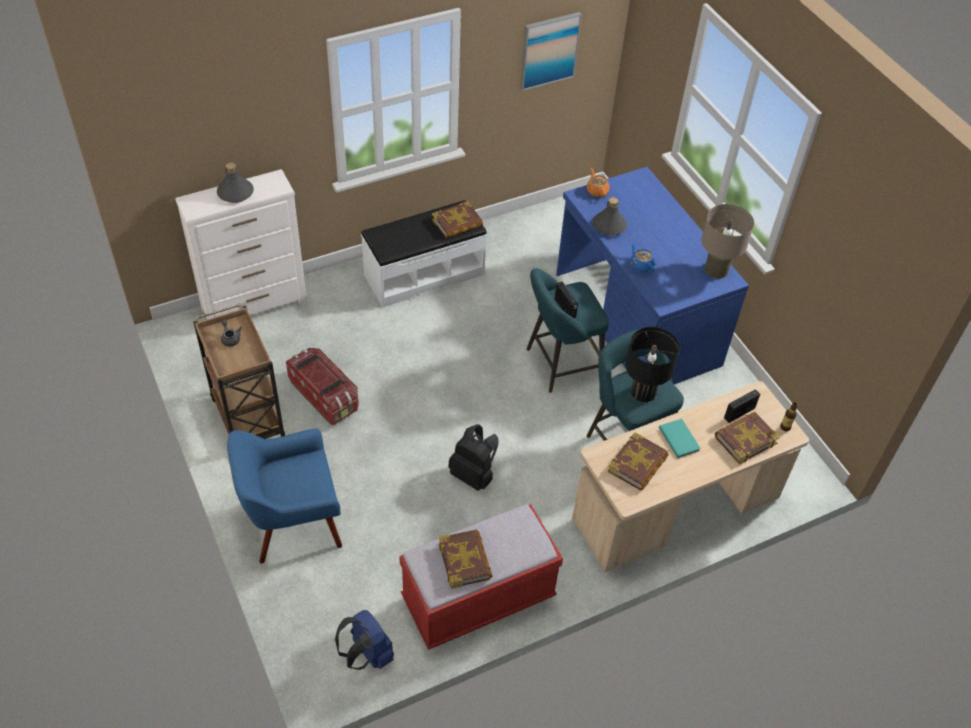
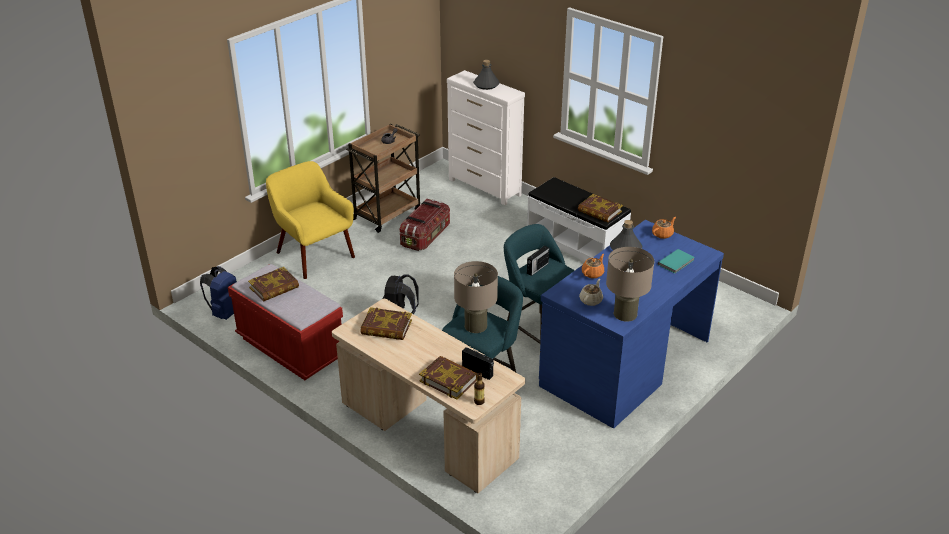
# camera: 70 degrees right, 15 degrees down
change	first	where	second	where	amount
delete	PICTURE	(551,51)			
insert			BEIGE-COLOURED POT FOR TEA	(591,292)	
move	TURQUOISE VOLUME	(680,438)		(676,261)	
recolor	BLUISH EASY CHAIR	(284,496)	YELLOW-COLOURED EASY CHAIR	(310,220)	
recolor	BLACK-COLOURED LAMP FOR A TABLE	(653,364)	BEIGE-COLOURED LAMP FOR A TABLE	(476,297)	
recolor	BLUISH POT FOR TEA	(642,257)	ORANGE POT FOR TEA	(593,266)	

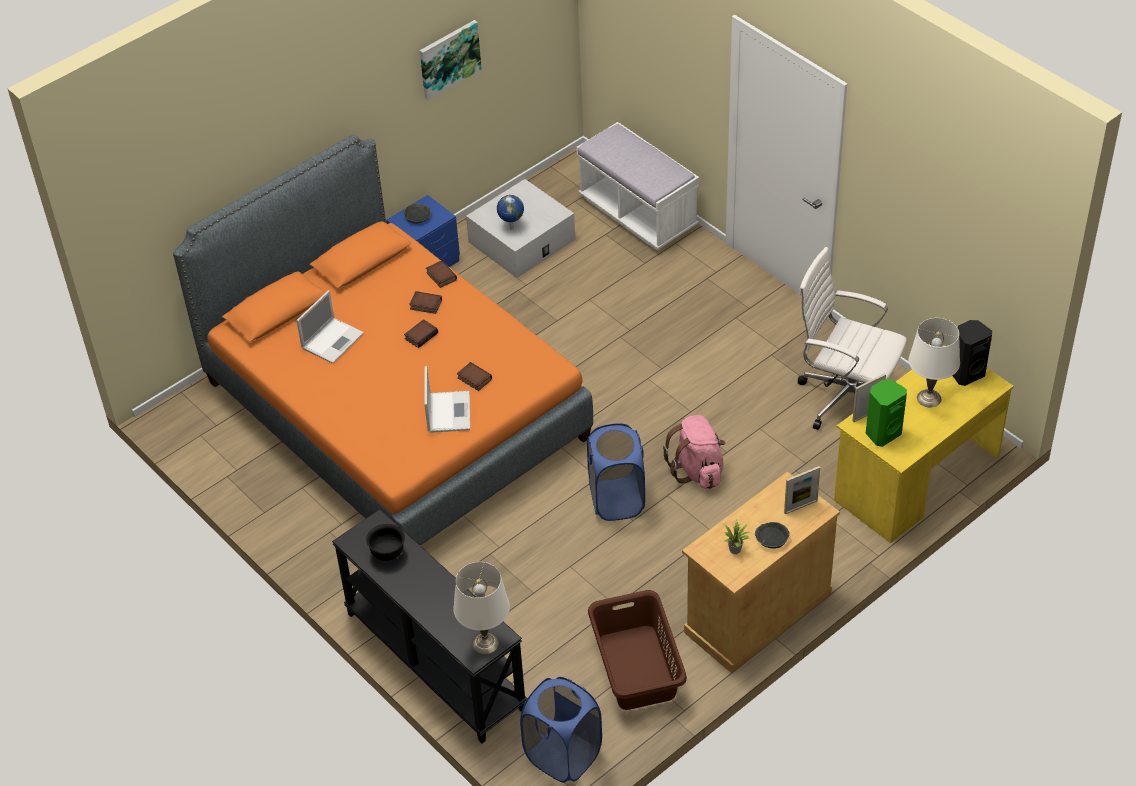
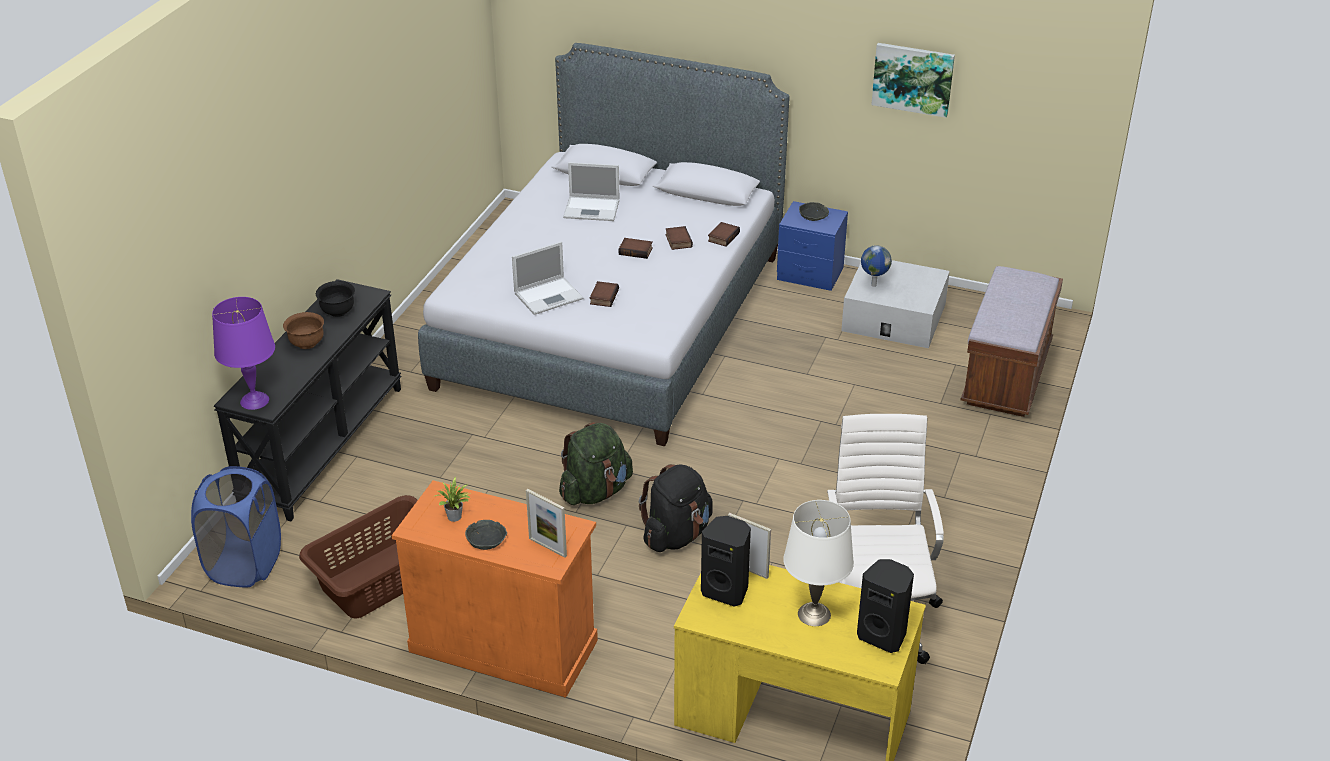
# camera: 60 degrees right, 10 degrees down
change	first	where	second	where	amount
insert			BROWN BOWL	(303,330)	
replace	BLUISH LAUNDRY BASKET	(616,472)	GREENISH KNAPSACK	(596,463)	
recolor	ORANGE BED	(383,340)	GRAY BED	(604,244)	
recolor	WHITE-COLOURED LAMP FOR A TABLE	(481,608)	PURPLE LAMP FOR A TABLE	(243,353)	
recolor	WHITE-COLOURED INDOOR BENCH	(637,186)	BROWN INDOOR BENCH	(1012,341)	
recolor	PINKISH KNAPSACK	(694,452)	BLACK-COLOURED KNAPSACK	(676,508)	
recolor	BEIGE-COLOURED CUPBOARD	(761,572)	ORANGE CUPBOARD	(495,589)	
recolor	GREENISH LOUDSPEAKER	(886,413)	BLACK-COLOURED LOUDSPEAKER	(726,561)	

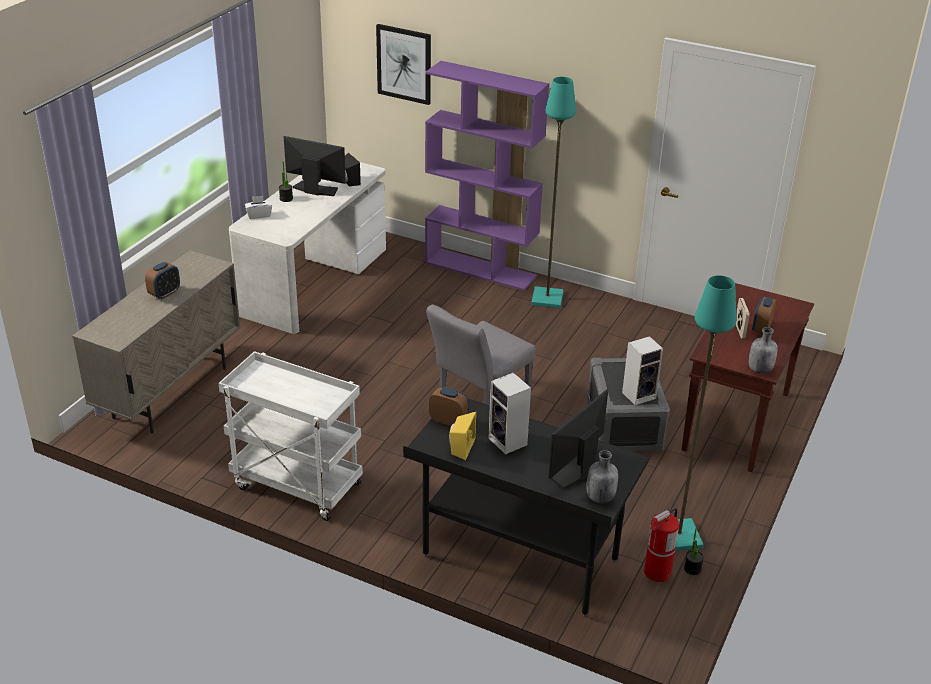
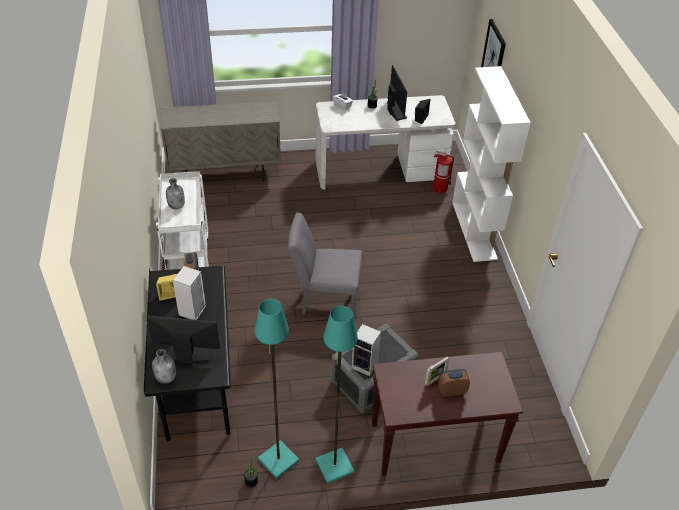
# camera: 55 degrees right, 10 degrees up
change	first	where	second	where	amount
delete	ALARM CLOCK	(162,280)			
move	TURQUOISE STANDARD LAMP	(553,192)		(337,395)	
move	FIRE EXTINGUISHER	(661,545)		(443,171)	
move	GRAY BOTTLE	(763,350)		(175,193)	
recolor	PURPLE BOOKSHELF	(487,176)	WHITE-COLOURED BOOKSHELF	(491,164)	

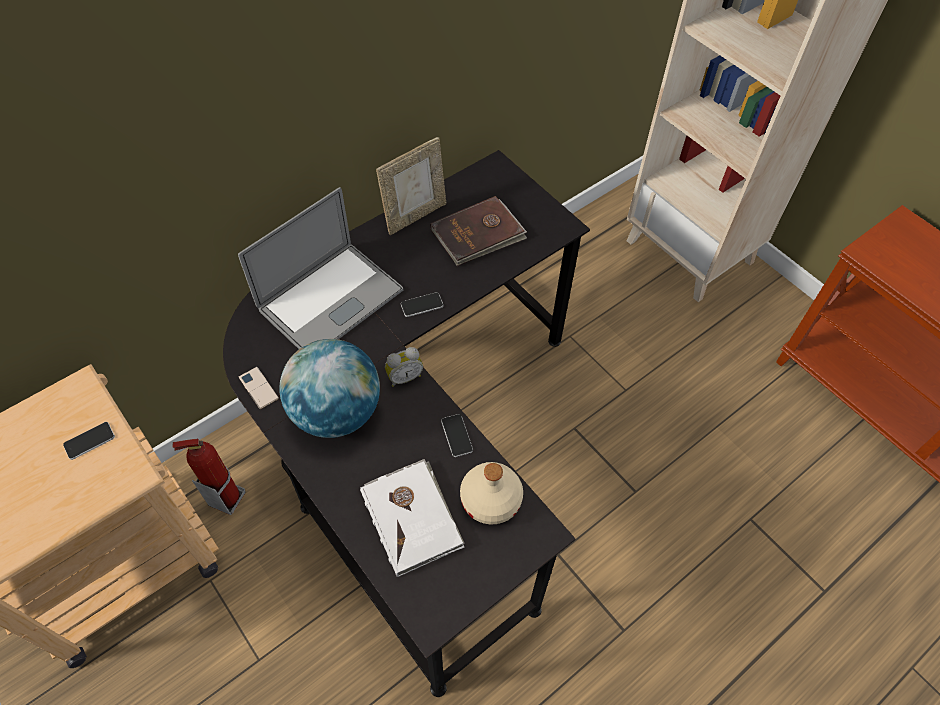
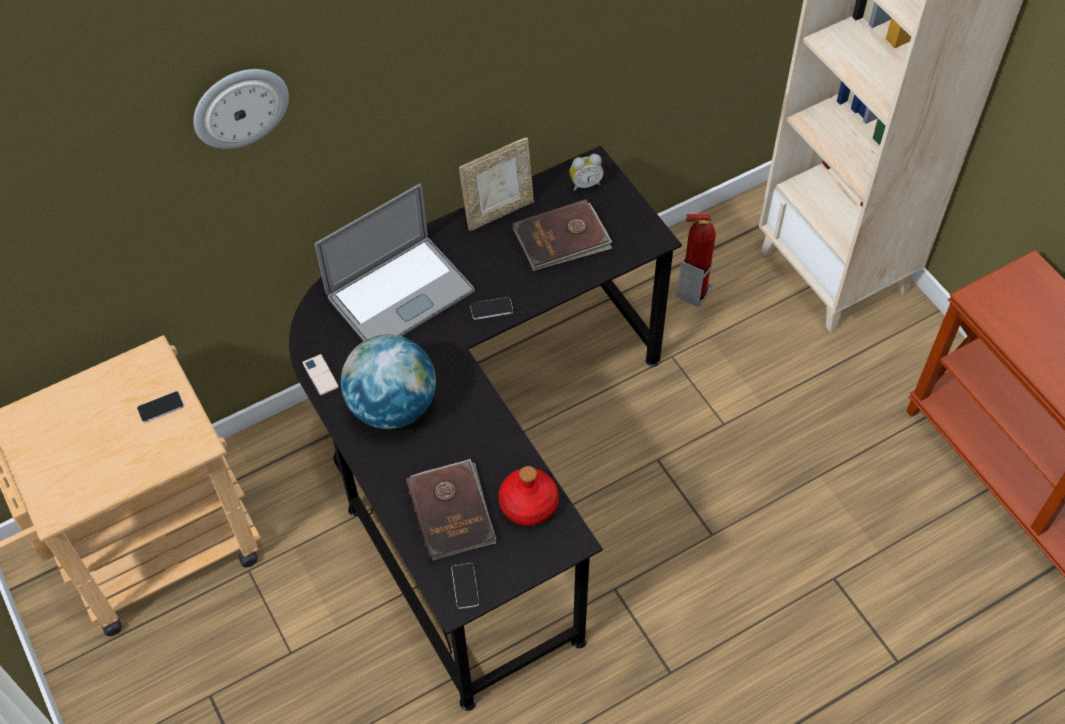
# camera: 10 degrees right, 0 degrees up
change	first	where	second	where	amount
insert			CLOCK ON THE WALL	(241,109)	
move	FIRE EXTINGUISHER	(209,477)		(696,260)	
move	ALARM CLOCK	(404,367)		(587,172)	
move	TELEPHONE	(457,435)		(465,586)	
recolor	WHITE-COLOURED VOLUME	(412,518)	BROWN VOLUME	(451,510)	
recolor	BEIGE-COLOURED BOTTLE	(491,493)	REDDISH BOTTLE	(528,496)	

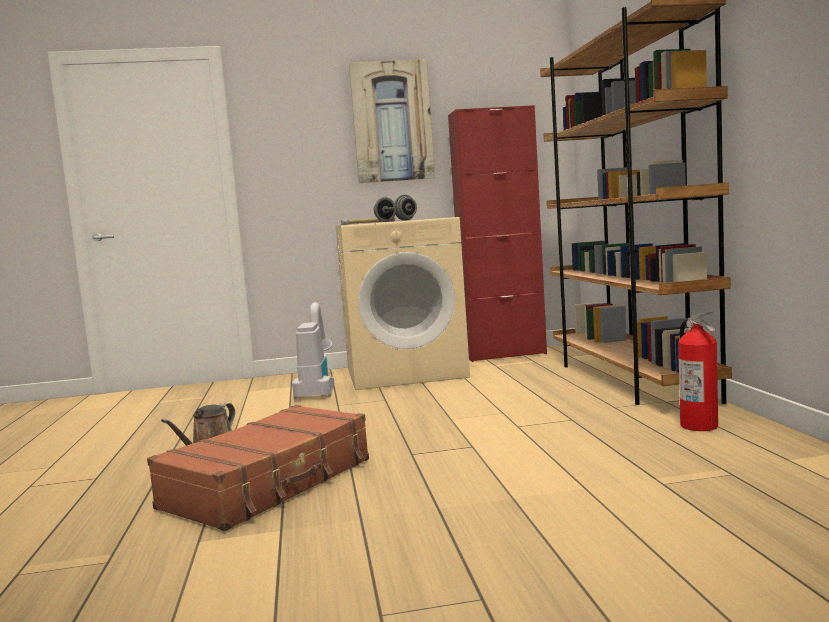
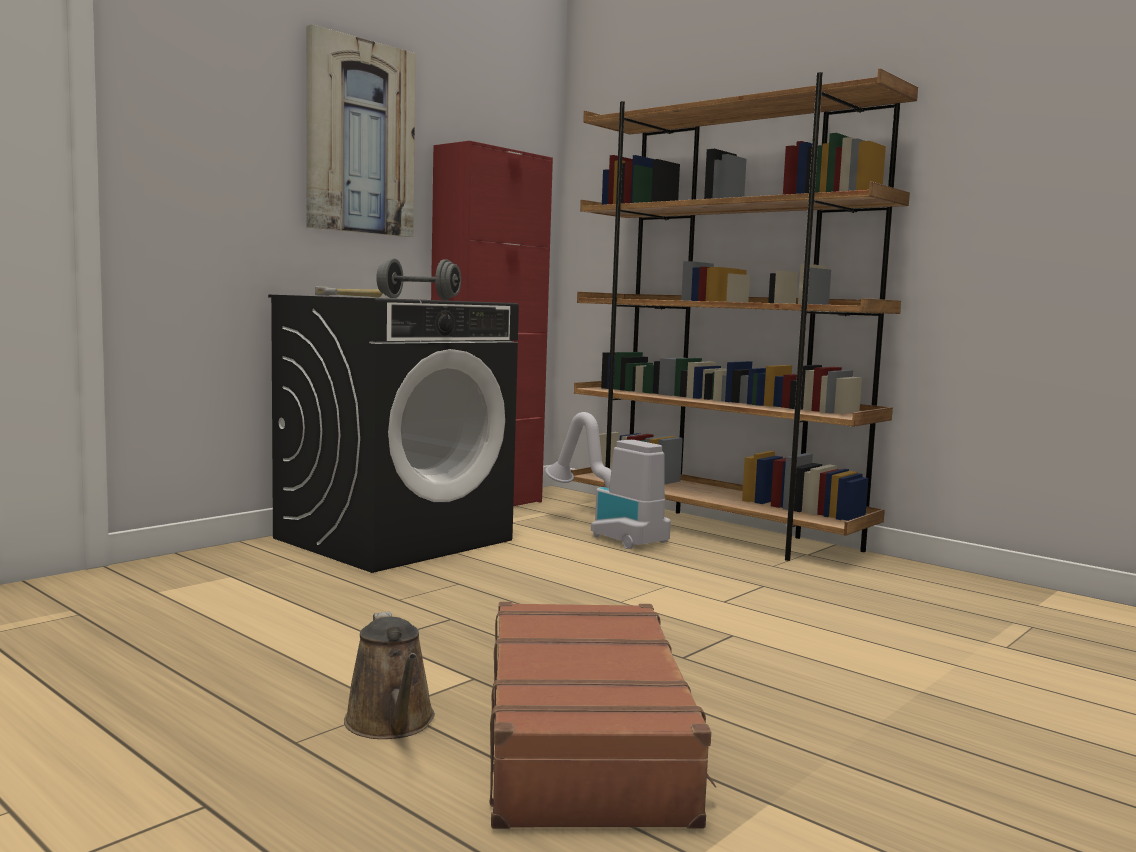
# camera: 40 degrees left, 0 degrees up
change	first	where	second	where	amount
delete	FIRE EXTINGUISHER	(698,371)			
move	VACUUM	(313,350)		(608,480)	
recolor	BEIGE-COLOURED LAUNDRY APPLIANCE	(402,303)	BLACK-COLOURED LAUNDRY APPLIANCE	(393,434)	

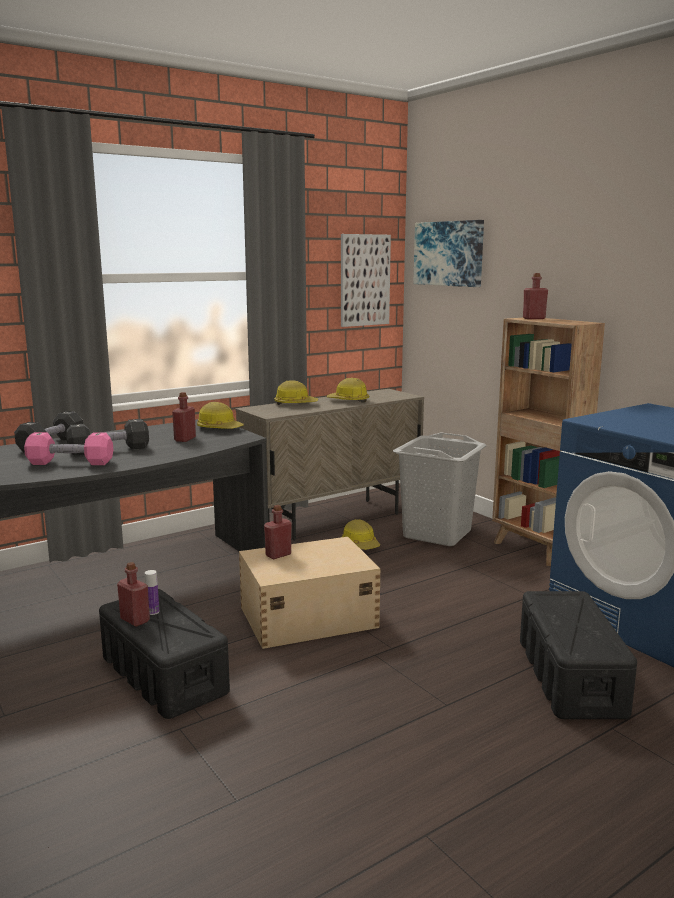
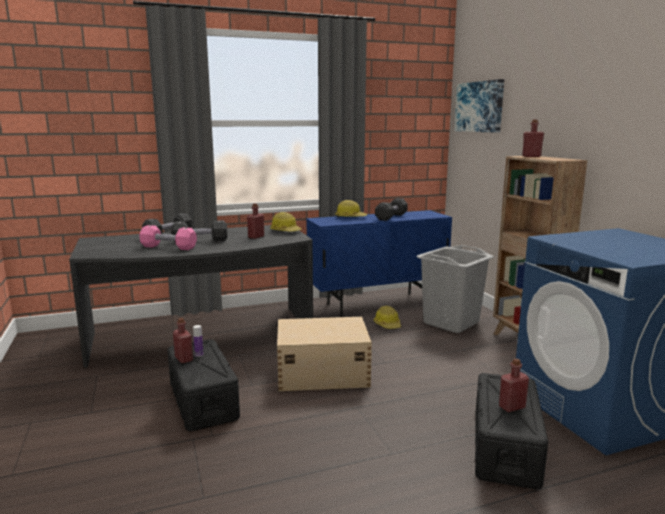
# camera: 15 degrees right, 0 degrees up
change	first	where	second	where	amount
delete	PICTURE	(366,280)			
move	REDDISH BOTTLE	(277,532)		(514,385)	
replace	SAFETY HELMET	(347,390)	BLACK-COLOURED FREE WEIGHT	(391,209)	
recolor	BEIGE-COLOURED CUPBOARD	(330,464)	BLUISH CUPBOARD	(379,263)	

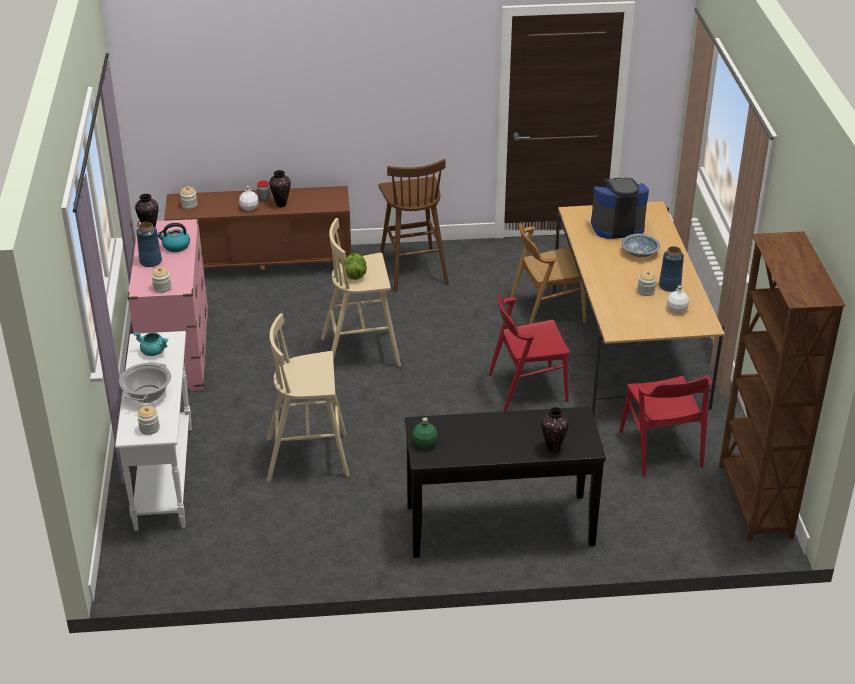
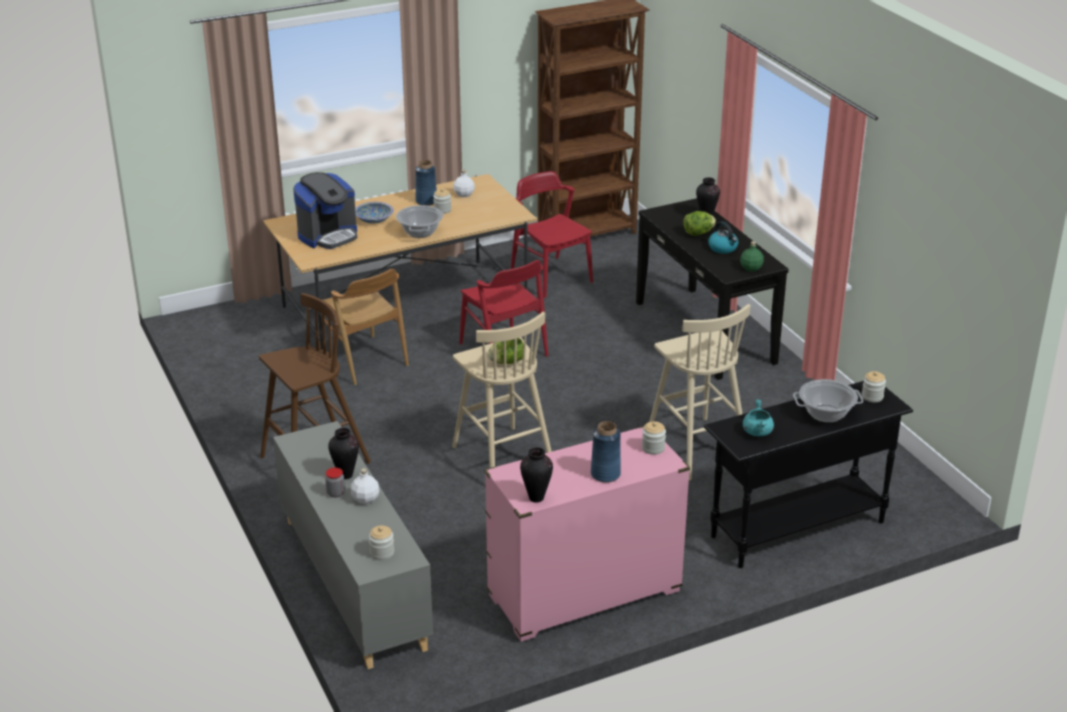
# camera: 110 degrees left, 5 degrees down
change	first	where	second	where	amount
insert			SAUCEPOT	(419,221)	
insert			LETTUCE HEAD	(699,223)	
move	WATER KETTLE	(173,237)		(723,237)	
recolor	WHITE-COLOURED CONSOLE TABLE	(153,431)	BLACK-COLOURED CONSOLE TABLE	(808,474)	
recolor	BROWN CUPBOARD	(257,227)	GRAY CUPBOARD	(353,545)	
rotate	COFFEE MAKER	(620,208)		(325,210)	105 degrees counterclockwise
rotate	REDDISH CHAIR	(665,426)		(552,234)	90 degrees counterclockwise

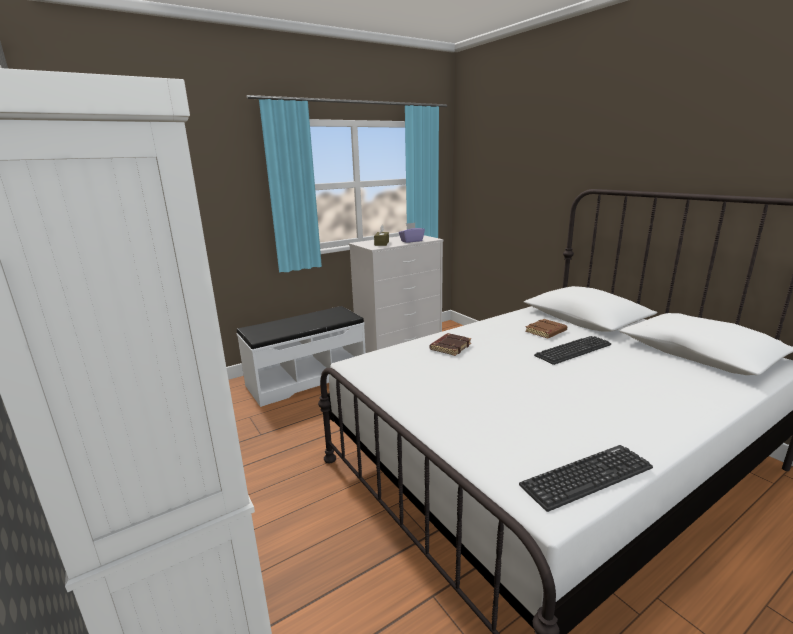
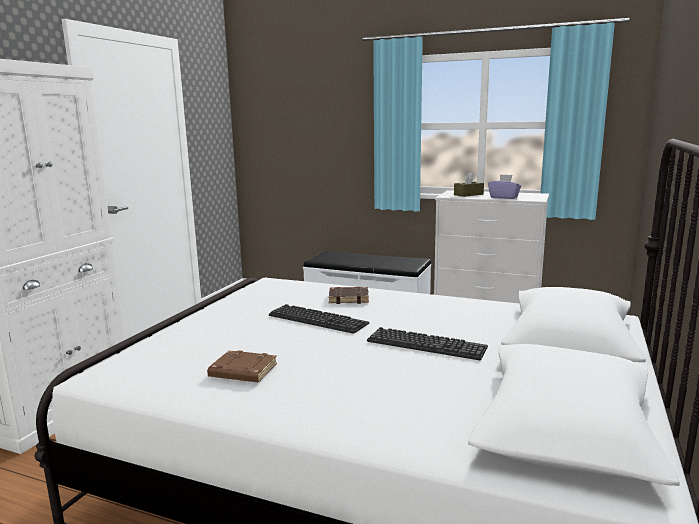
# camera: 55 degrees right, 5 degrees down
change	first	where	second	where	amount
move	PC KEYBOARD	(586,478)		(319,319)	
move	BROWN VOLUME	(546,328)		(242,366)	

